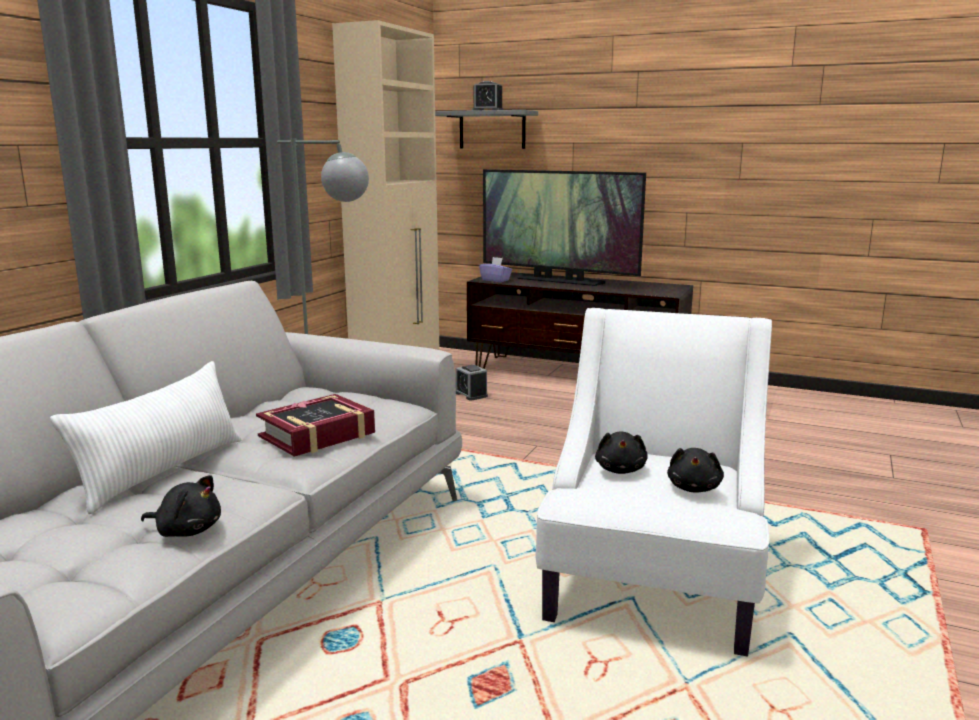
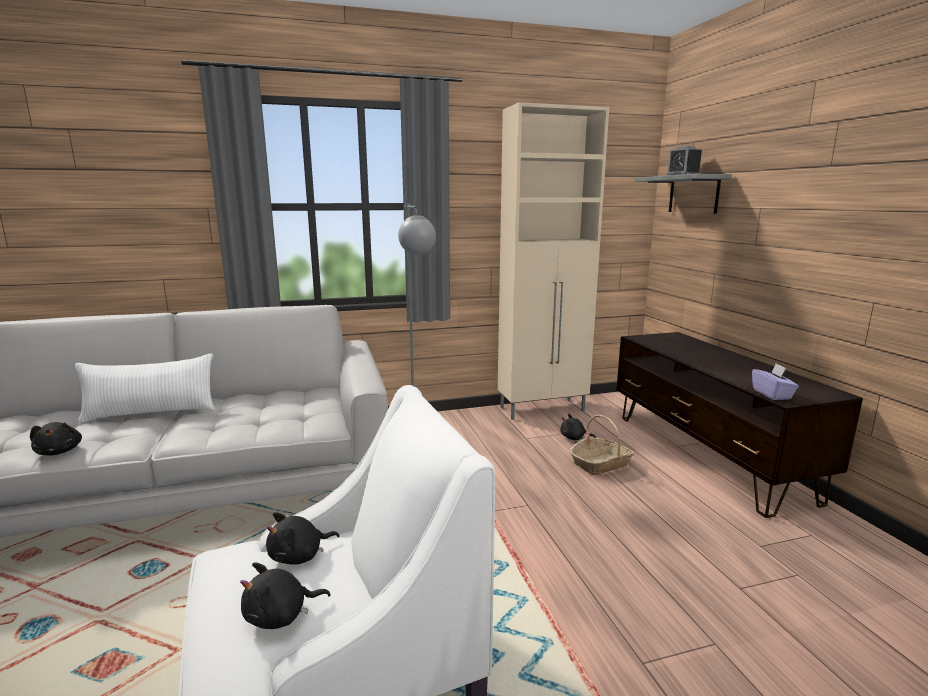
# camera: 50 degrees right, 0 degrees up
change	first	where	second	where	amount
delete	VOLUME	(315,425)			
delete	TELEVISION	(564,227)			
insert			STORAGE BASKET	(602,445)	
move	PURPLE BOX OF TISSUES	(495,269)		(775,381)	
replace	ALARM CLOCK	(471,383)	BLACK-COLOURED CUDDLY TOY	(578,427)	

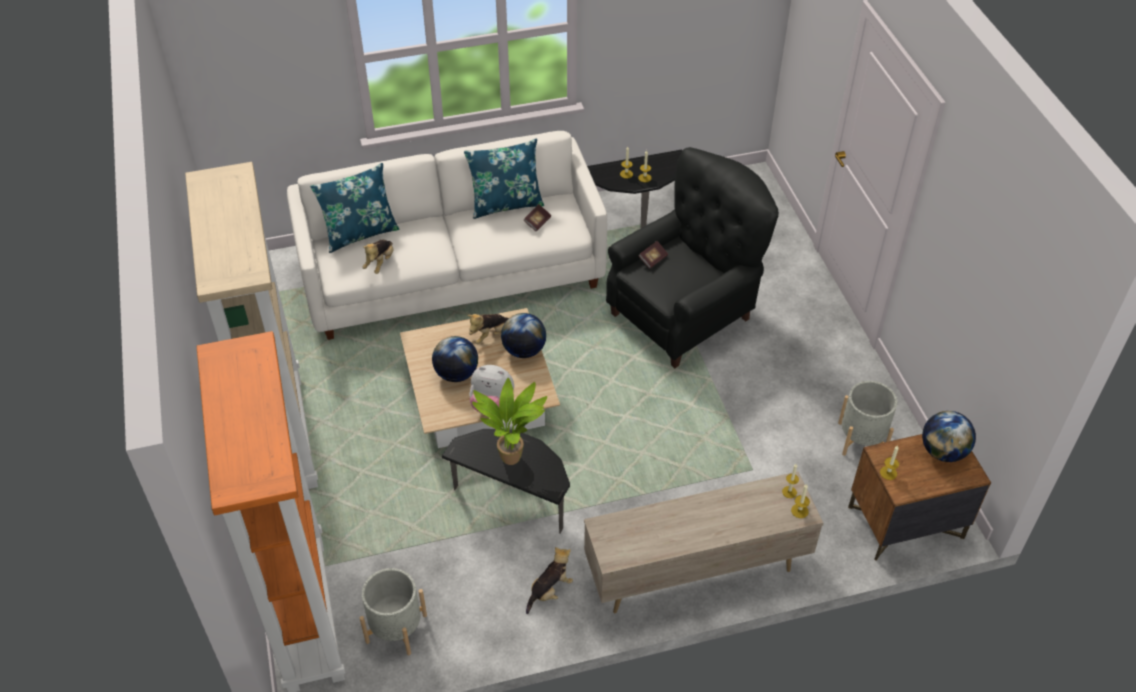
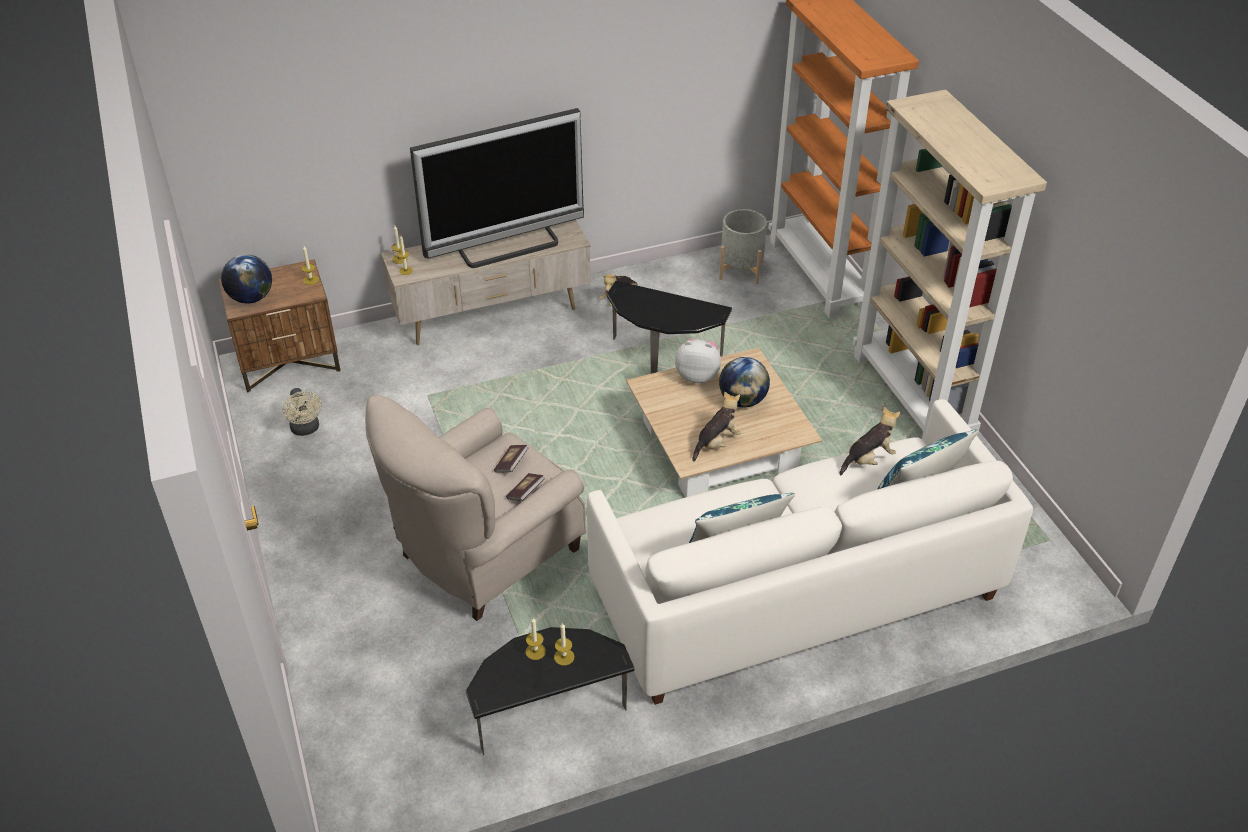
# camera: 175 degrees right, 5 degrees down
change	first	where	second	where	amount
delete	PLANT IN A POT	(509,421)			
delete	DESK GLOBE	(523,335)			
insert			TELEVISION	(497,188)	
move	VOLUME	(537,218)		(511,459)	
replace	GRAY PLANT POT	(867,418)	BEIGE-COLOURED COOLING FAN	(302,412)	
recolor	BLACK-COLOURED EASY CHAIR	(692,257)	BEIGE-COLOURED EASY CHAIR	(475,508)	
rotate	CUDDLY TOY	(378,257)		(869,441)	45 degrees clockwise

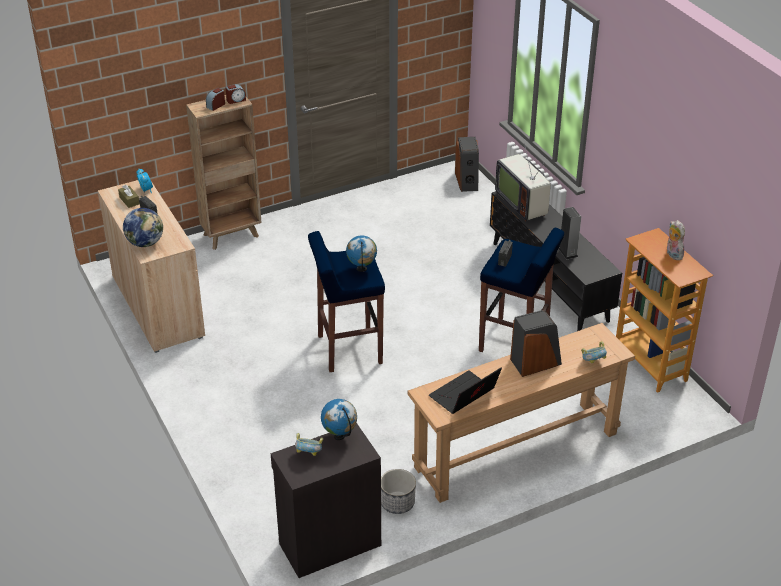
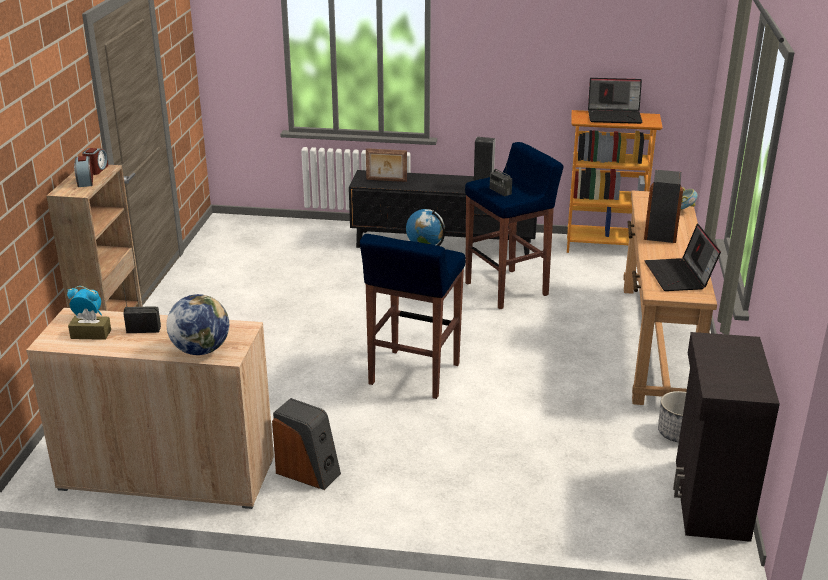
# camera: 55 degrees left, 10 degrees down
change	first	where	second	where	amount
delete	BOWL	(309,444)			
delete	DESK GLOBE	(339,419)			
move	LOUDSPEAKER	(467,164)		(306,444)	
replace	TELEVISION	(523,183)	PHOTO FRAME	(386,165)	
replace	CUDDLY TOY	(676,240)	PORTABLE COMPUTER	(615,101)	

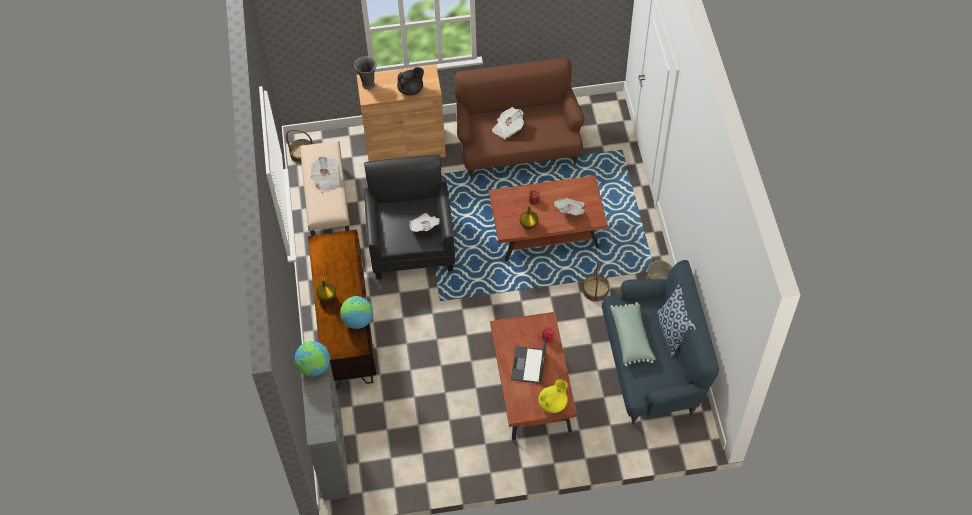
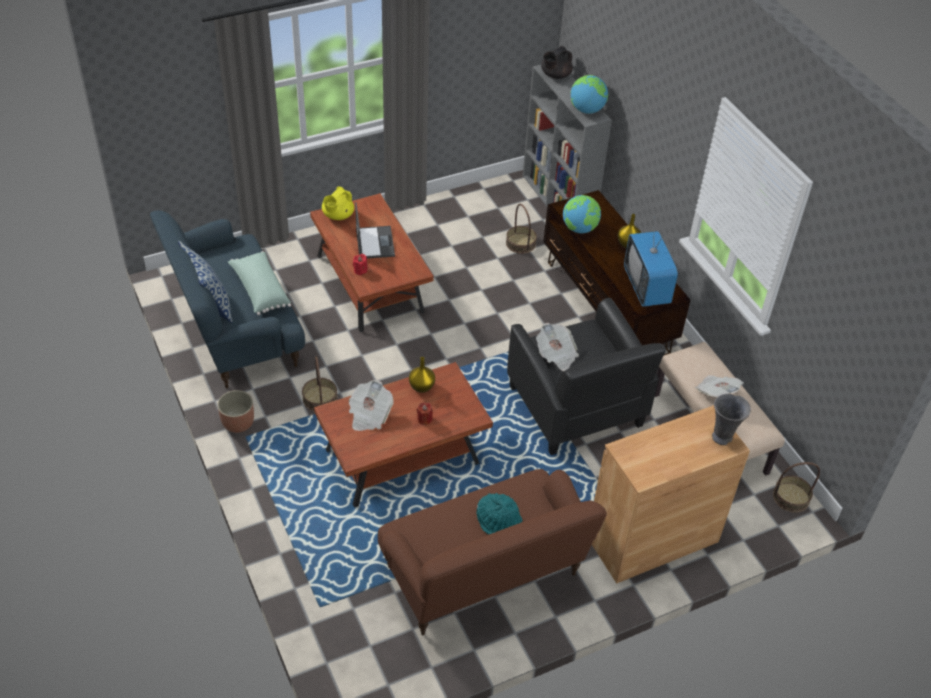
# camera: 160 degrees right, 10 degrees down
change	first	where	second	where	amount
insert			STORAGE BASKET	(521,229)	
insert			TELEVISION	(651,262)	
move	BLACK-COLOURED POT FOR TEA	(410,81)		(557,62)	
replace	DAILY PAPER	(508,123)	TURQUOISE HAT	(499,514)	

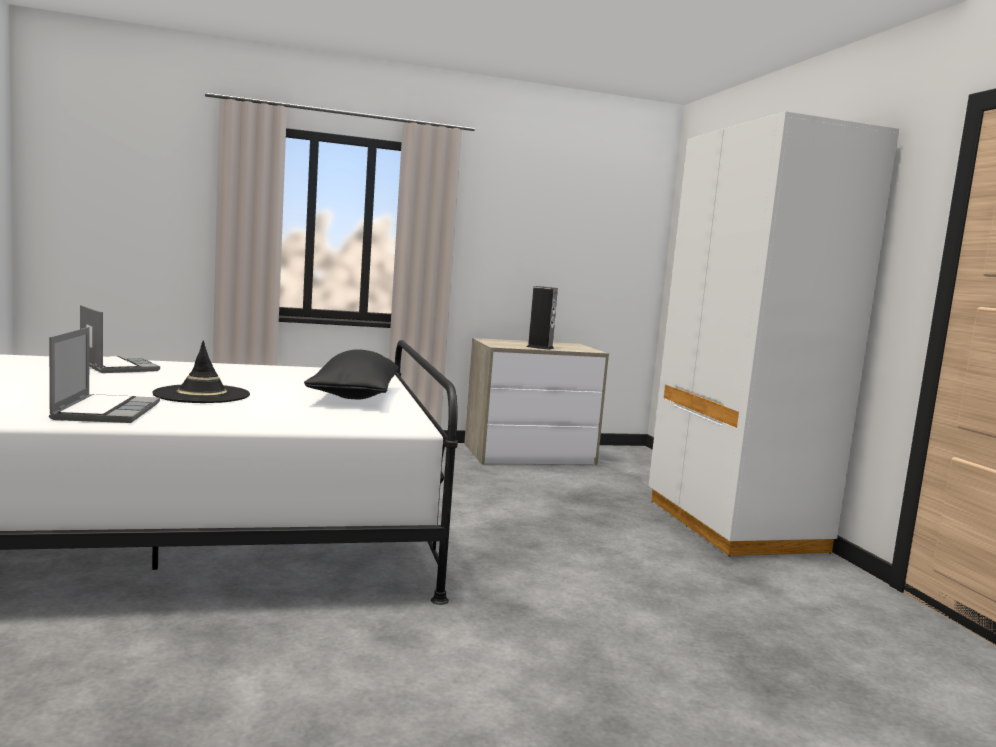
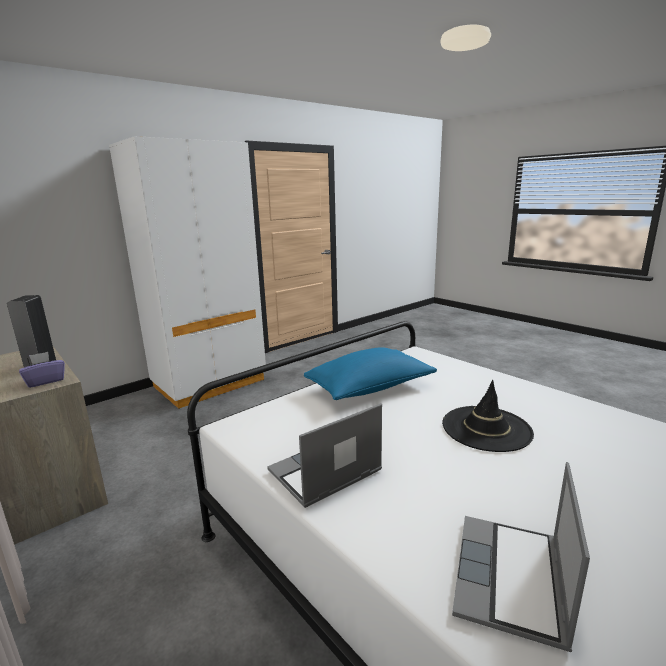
# camera: 115 degrees left, 10 degrees up
change	first	where	second	where	amount
insert			PURPLE BOX OF TISSUES	(42,370)	
move	PORTABLE COMPUTER	(104,375)		(324,455)	
recolor	BLACK-COLOURED PILLOW	(351,374)	BLUISH PILLOW	(370,373)	

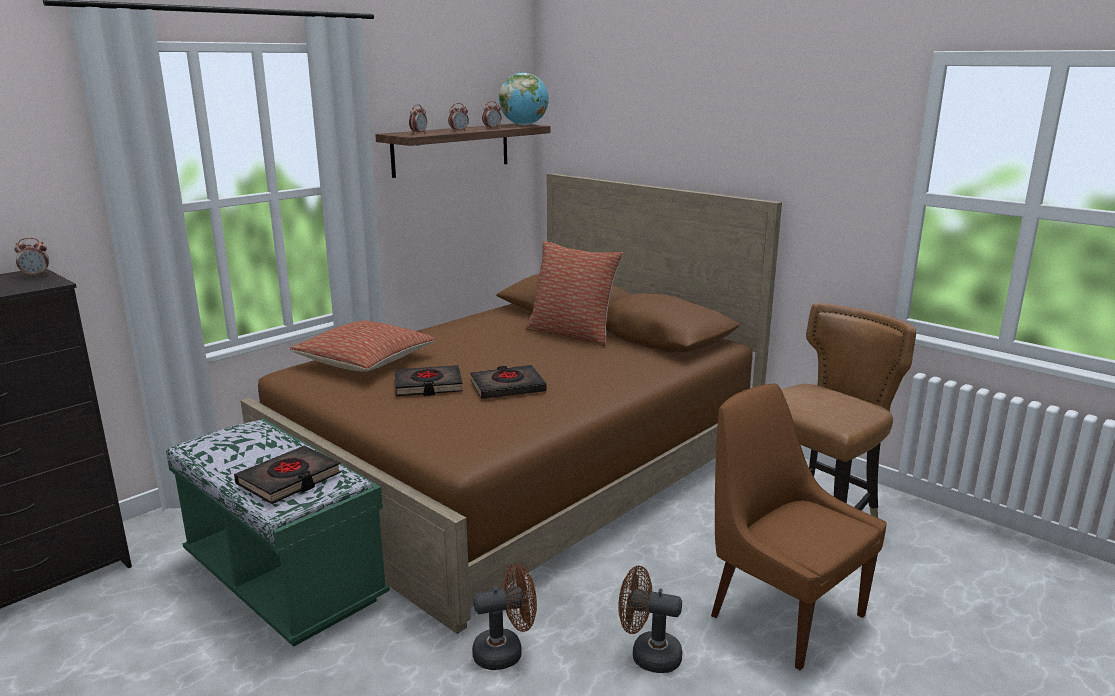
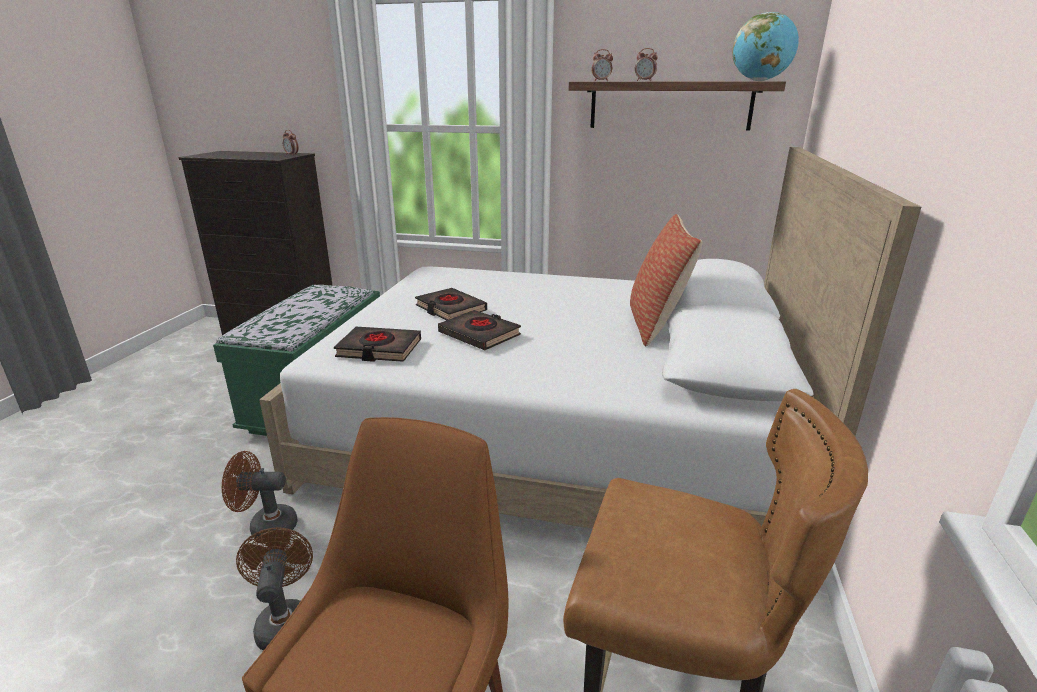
# camera: 60 degrees right, 5 degrees up
change	first	where	second	where	amount
delete	PILLOW	(363,346)			
delete	ALARM CLOCK	(491,115)			
move	BLACK-COLOURED VOLUME	(287,475)		(377,344)	
recolor	BROWN BED	(511,403)	WHITE-COLOURED BED	(590,338)	
rotate	BROWN COOLING FAN	(504,616)		(260,495)	135 degrees clockwise

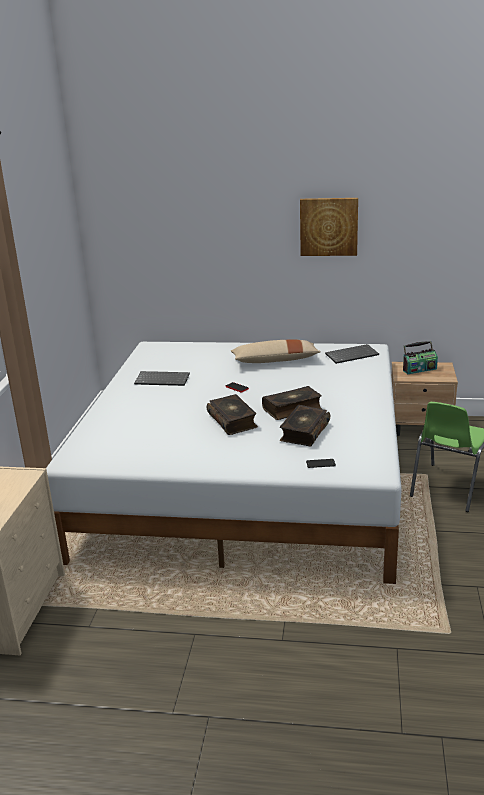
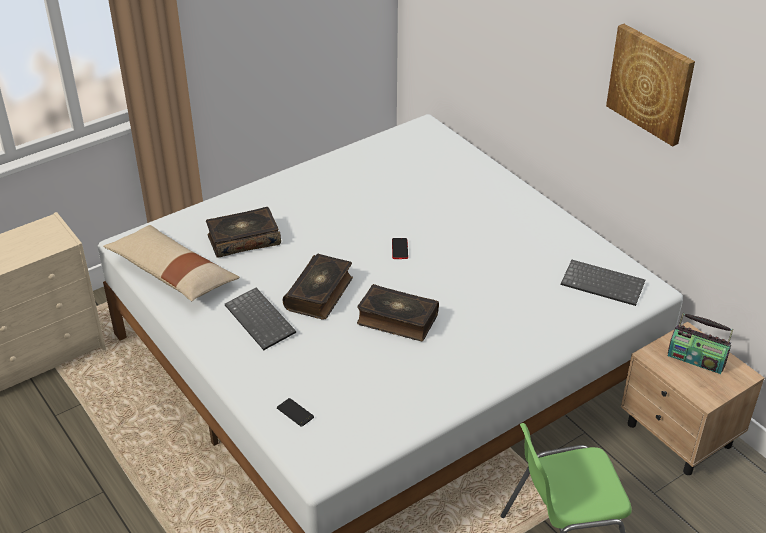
# camera: 45 degrees right, 15 degrees up
change	first	where	second	where	amount
move	PC KEYBOARD	(162,378)		(260,319)	
move	BEIGE-COLOURED PILLOW	(276,351)		(171,263)	
move	VOLUME	(305,425)		(243,232)	

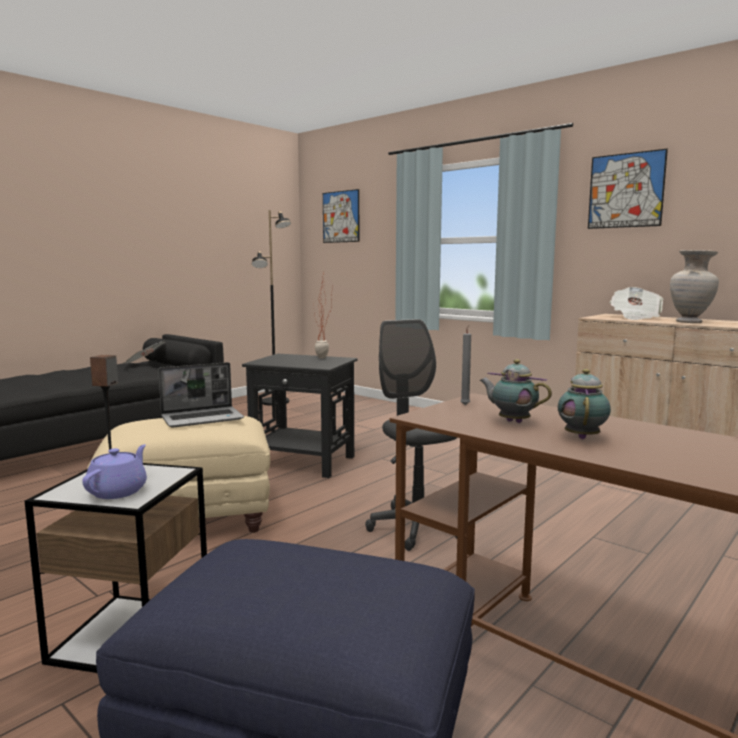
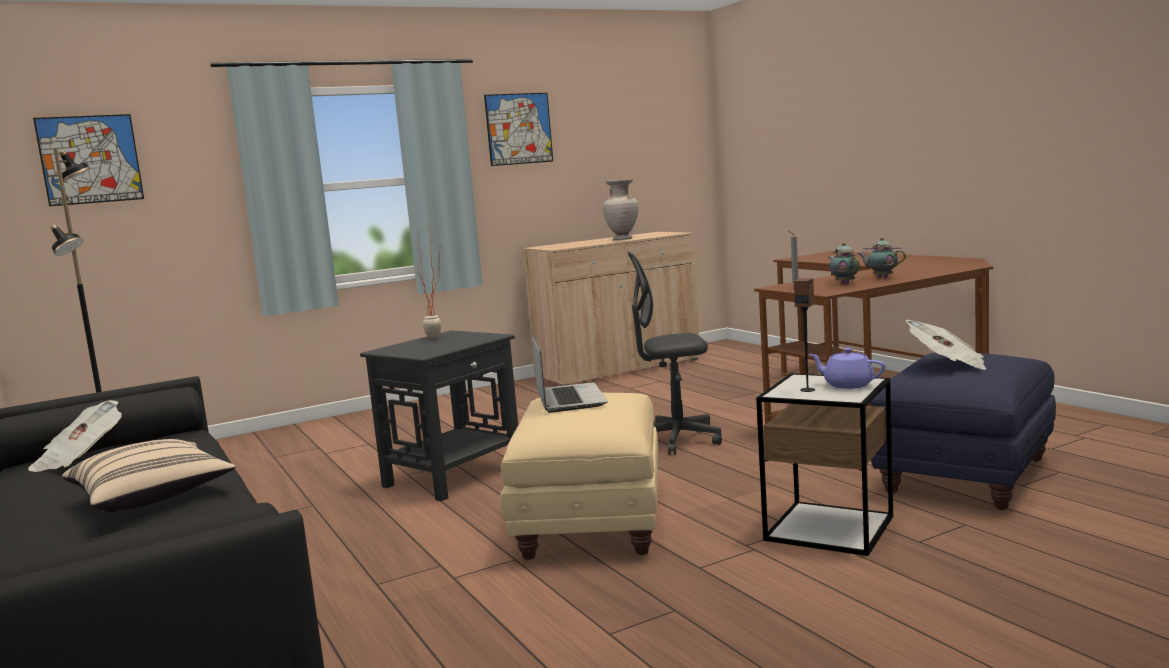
# camera: 70 degrees left, 0 degrees up
change	first	where	second	where	amount
insert			BEIGE-COLOURED PILLOW	(149,476)	
move	DAILY PAPER	(636,303)		(946,345)	
rotate	POT FOR TEA	(515,391)		(844,263)	105 degrees clockwise

